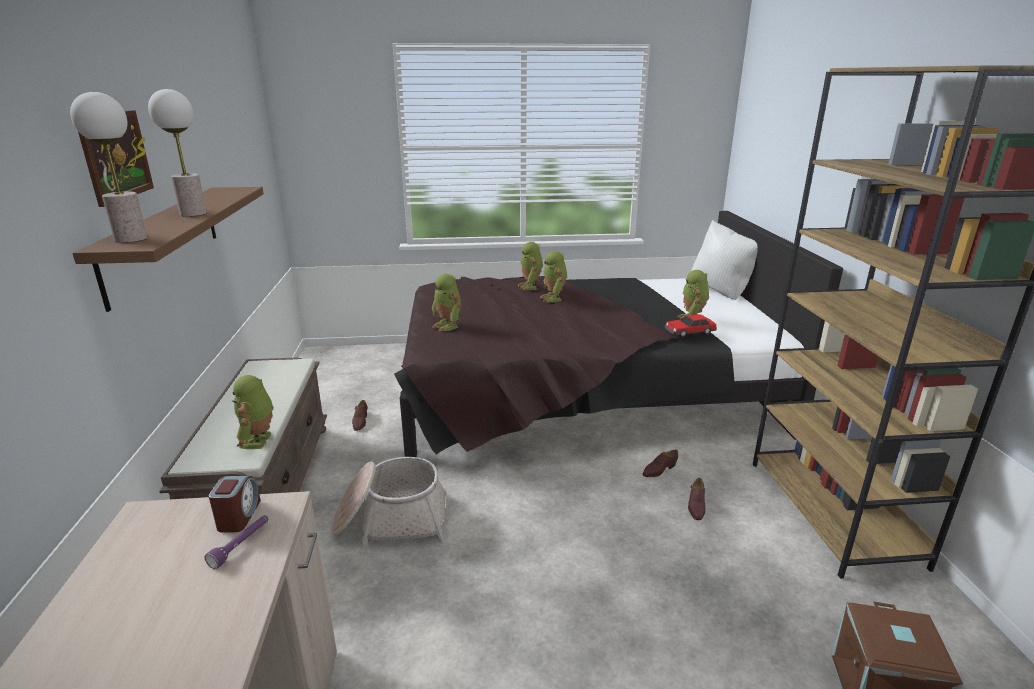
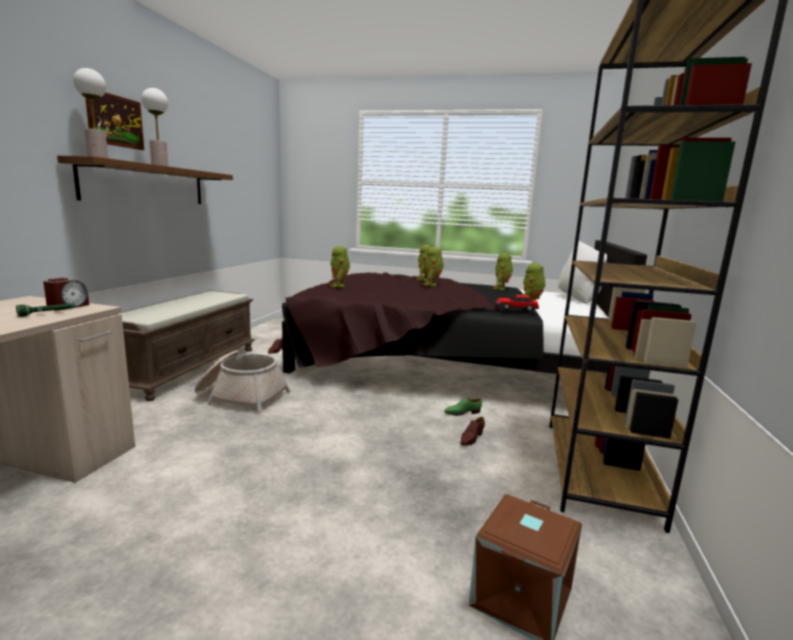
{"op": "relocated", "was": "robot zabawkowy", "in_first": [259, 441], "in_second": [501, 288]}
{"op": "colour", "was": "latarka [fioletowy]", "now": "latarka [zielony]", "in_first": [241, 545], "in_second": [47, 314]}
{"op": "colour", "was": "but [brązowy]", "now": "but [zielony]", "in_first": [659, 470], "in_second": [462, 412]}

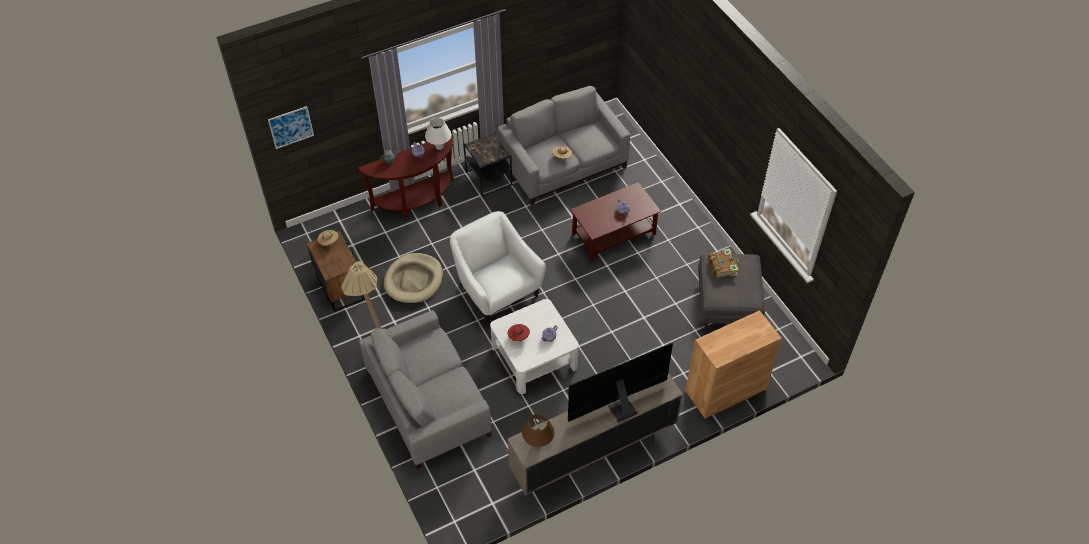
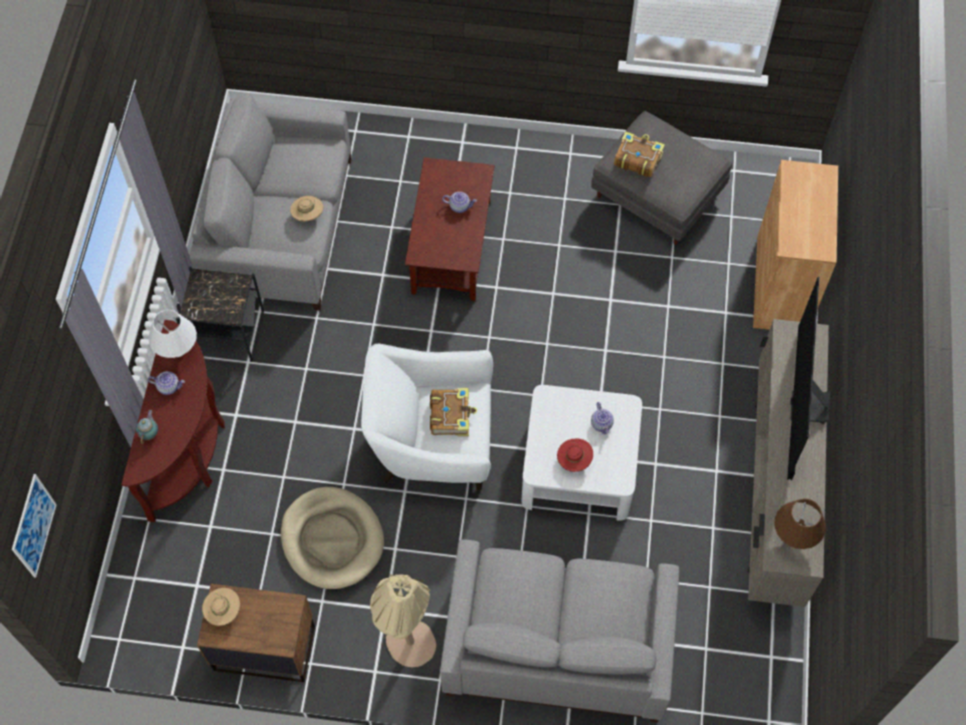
{"op": "appeared", "now": "książka", "in_second": [451, 415]}

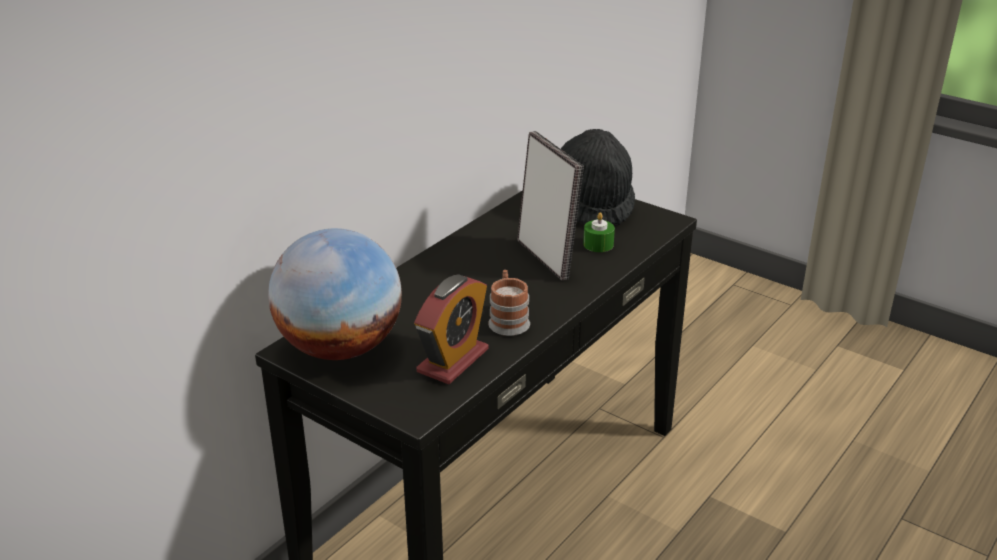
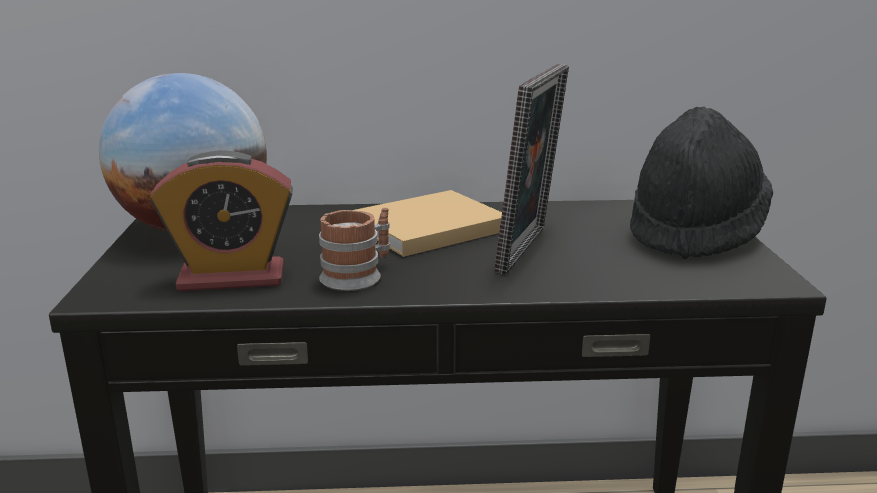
{"op": "missing", "was": "świeca [zielony]", "in_first": [598, 244]}
{"op": "appeared", "now": "książka [beżowy]", "in_second": [425, 228]}

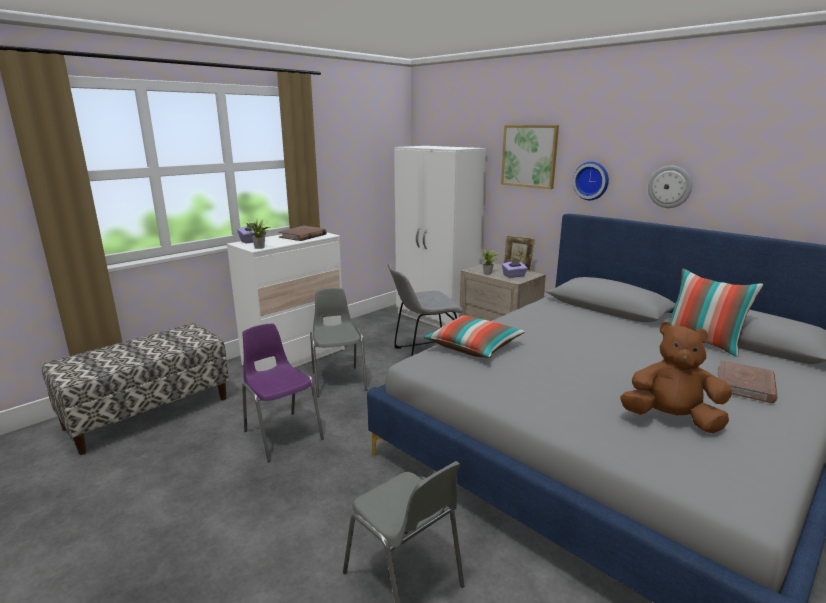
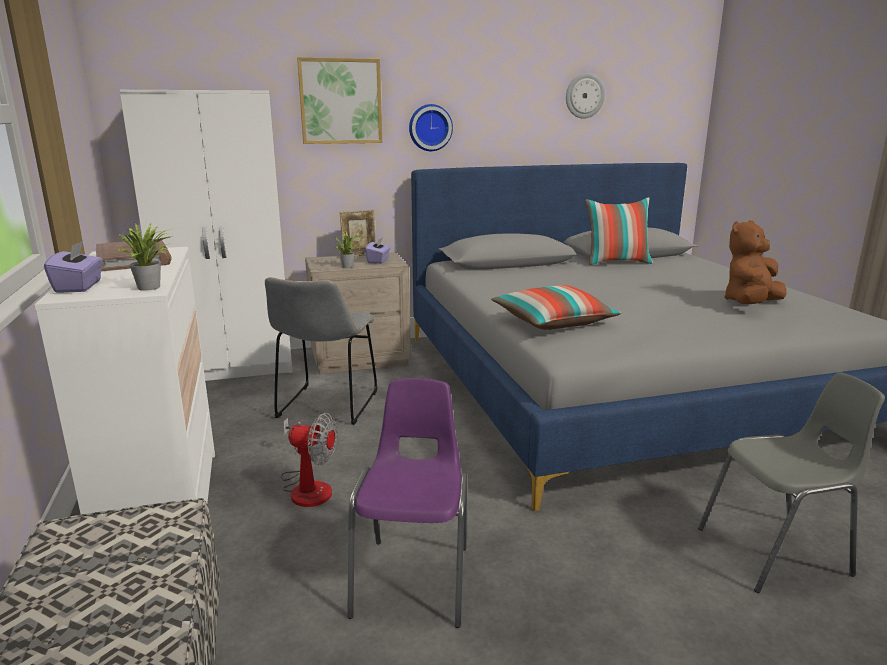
{"op": "missing", "was": "książka [brązowy]", "in_first": [745, 385]}
{"op": "relocated", "was": "zegar ścienny", "in_first": [670, 186], "in_second": [584, 96]}
{"op": "exchanged", "was": "krzesło [szary]", "now": "wentylator", "in_first": [338, 380], "in_second": [307, 487]}
{"op": "spun", "was": "krzesło [fioletowy]", "in_first": [282, 434], "in_second": [414, 578], "clockwise": 105}

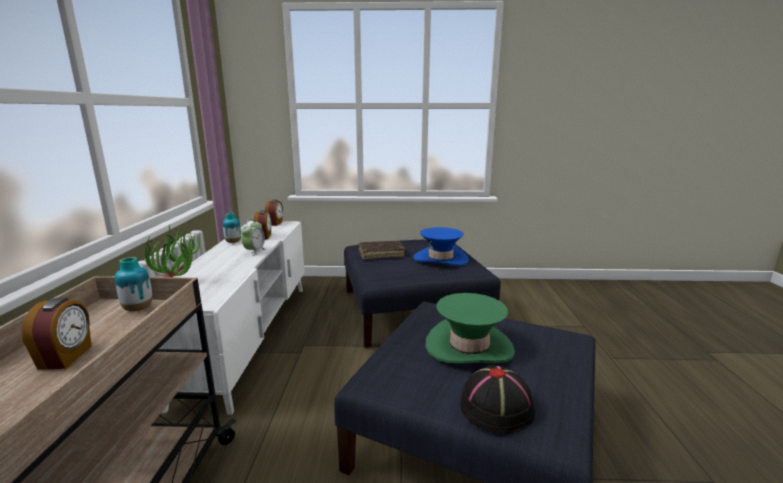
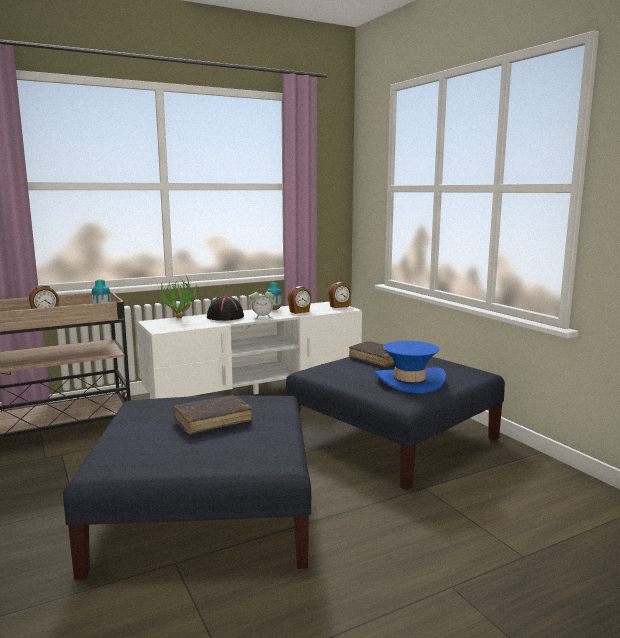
{"op": "relocated", "was": "kapelusz [czarny]", "in_first": [496, 407], "in_second": [225, 317]}
{"op": "exchanged", "was": "kapelusz [zielony]", "now": "książka [brązowy]", "in_first": [469, 346], "in_second": [212, 421]}

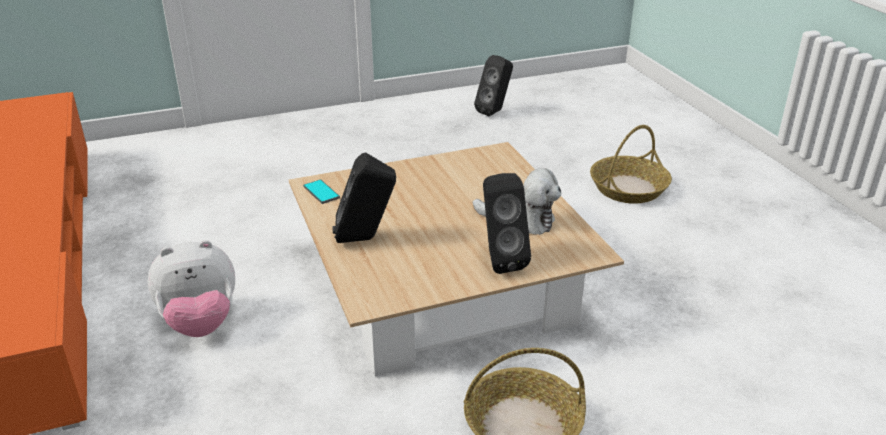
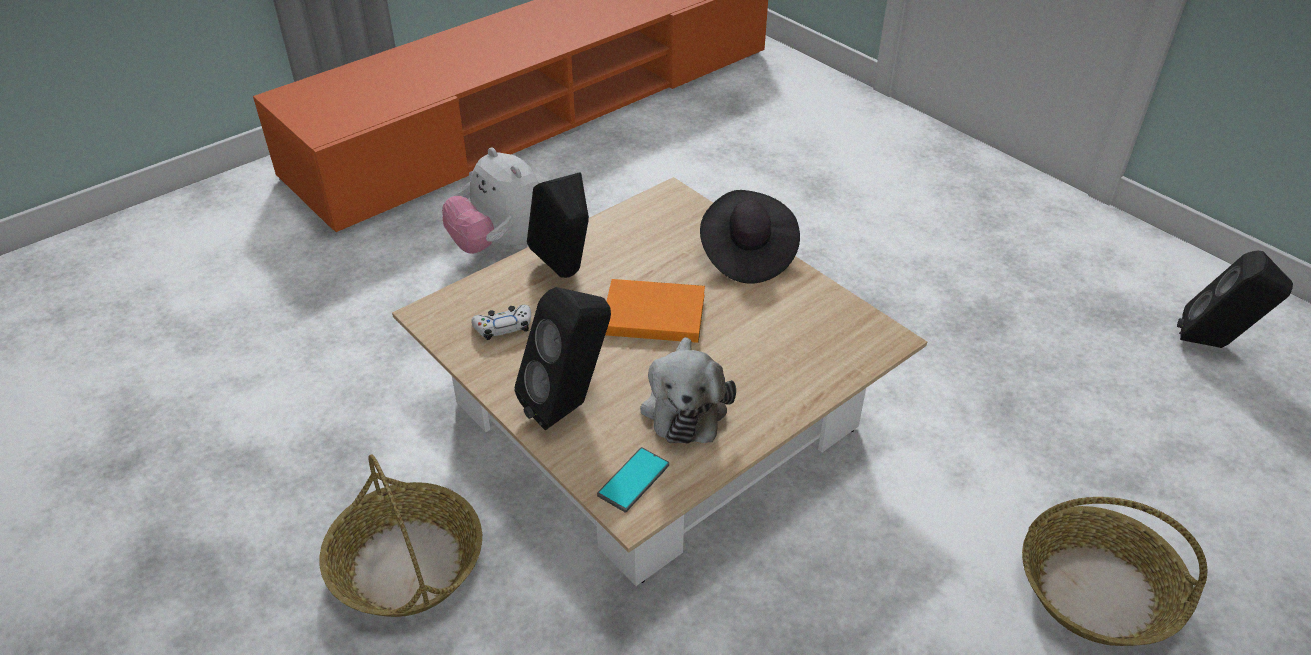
{"op": "appeared", "now": "pad do gier [biały]", "in_second": [503, 327]}
{"op": "appeared", "now": "książka [pomarańczowy]", "in_second": [651, 313]}
{"op": "appeared", "now": "kapelusz [czarny]", "in_second": [746, 255]}
{"op": "relocated", "was": "telefon", "in_first": [321, 192], "in_second": [633, 480]}

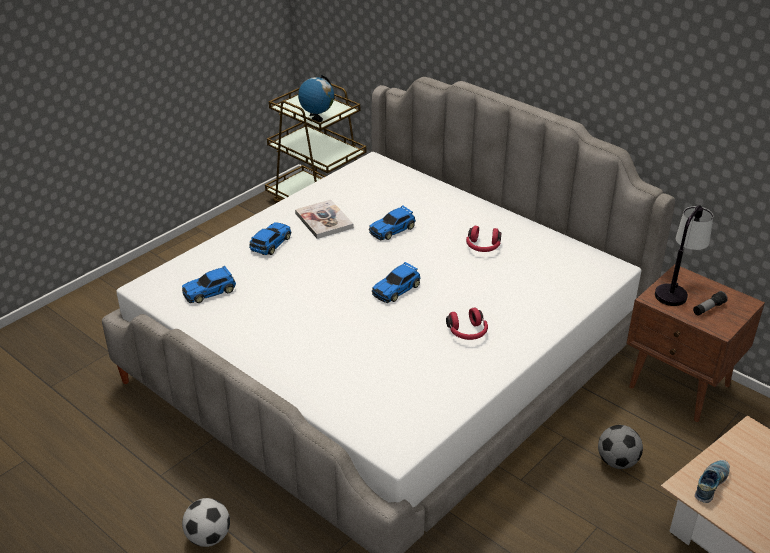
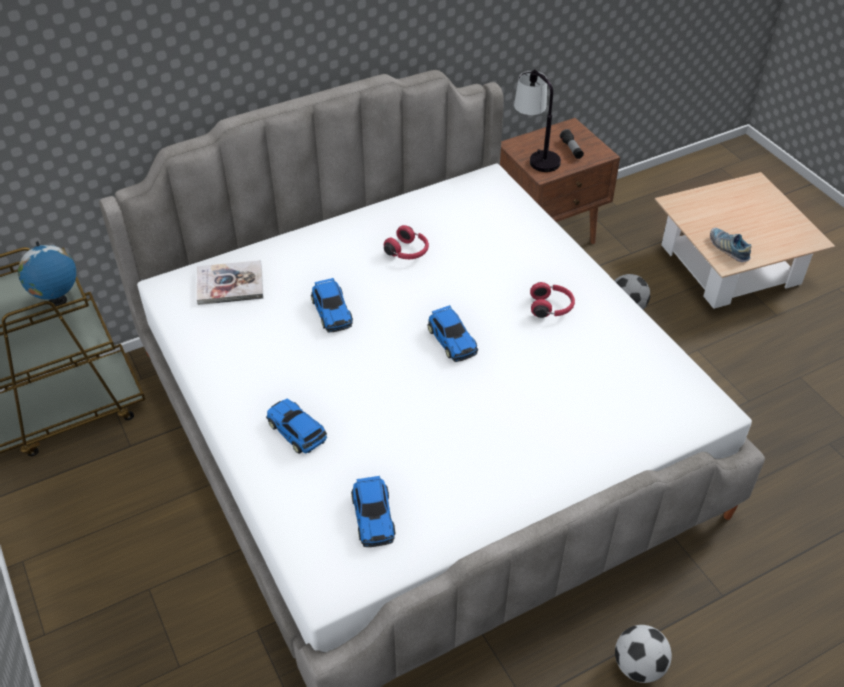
{"op": "relocated", "was": "książka", "in_first": [324, 221], "in_second": [230, 284]}

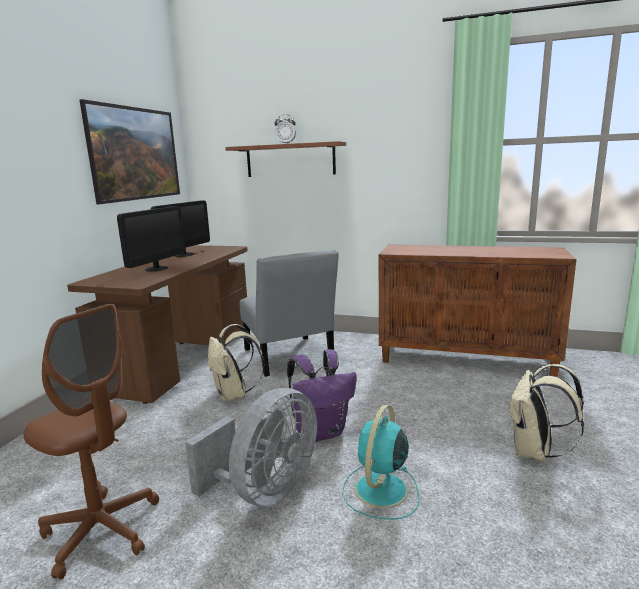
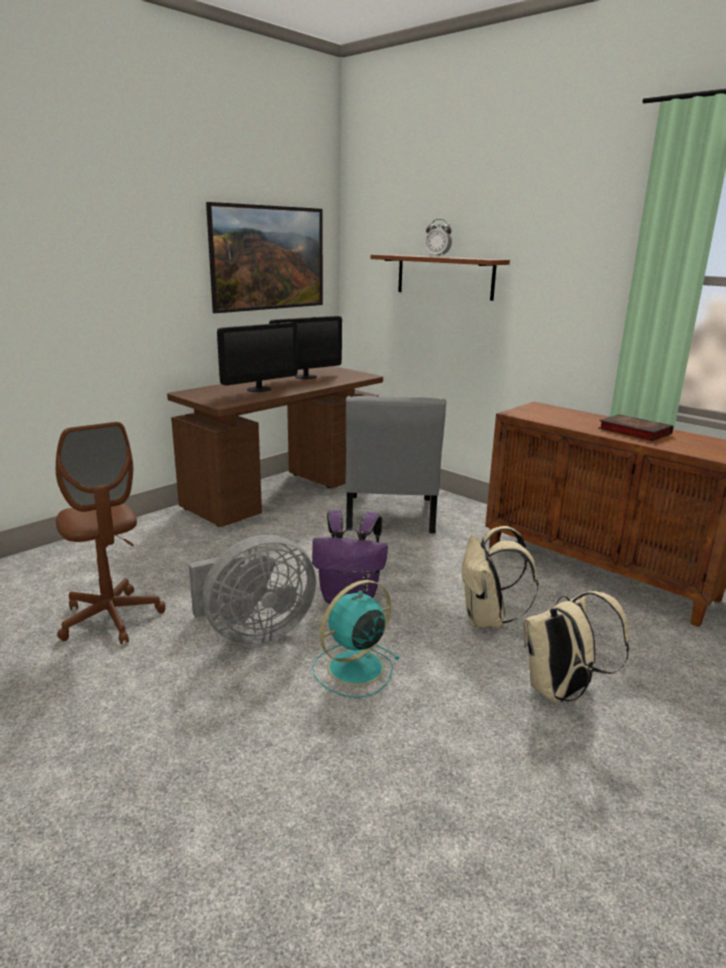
{"op": "appeared", "now": "książka", "in_second": [632, 431]}
{"op": "relocated", "was": "plecak [beżowy]", "in_first": [234, 395], "in_second": [487, 620]}

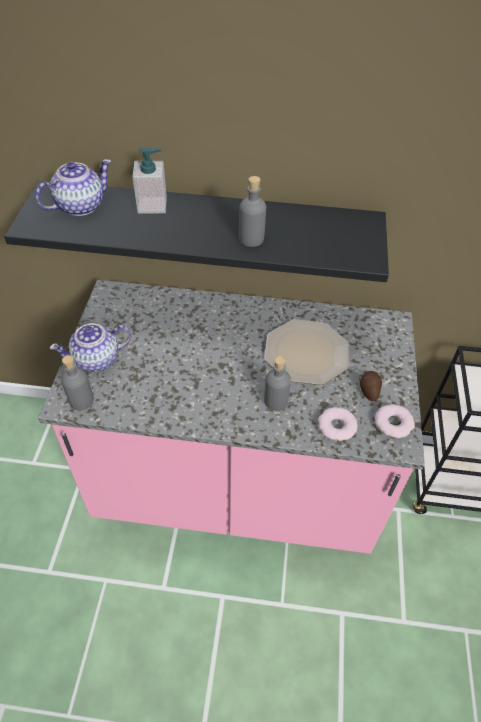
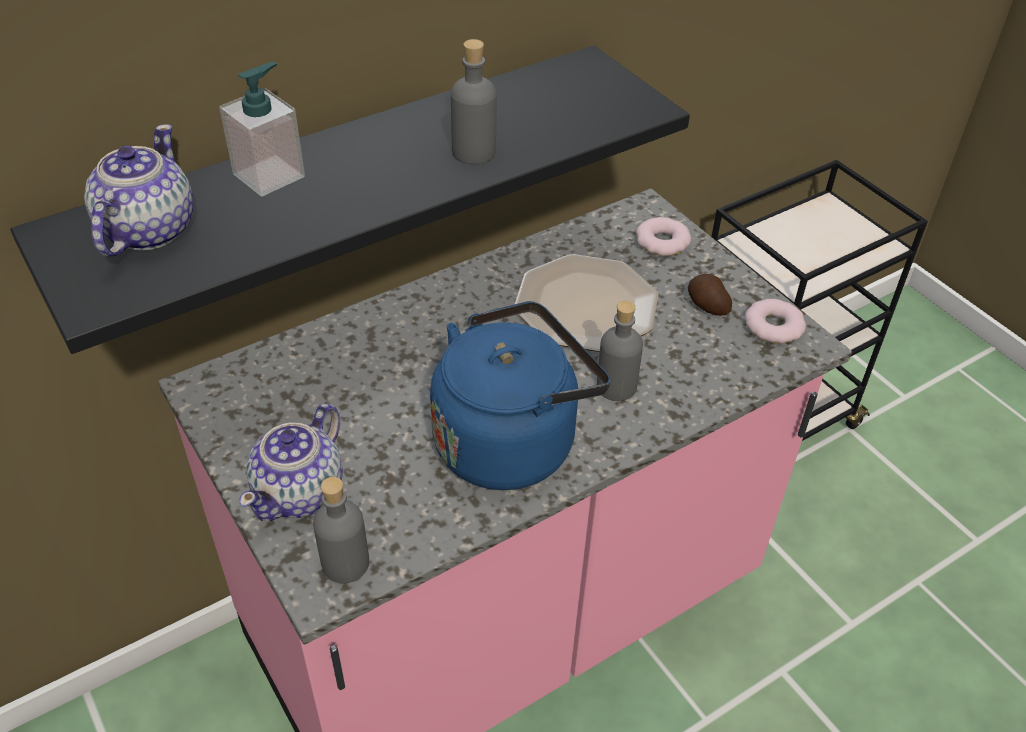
{"op": "appeared", "now": "czajnik [niebieski]", "in_second": [511, 441]}
{"op": "relocated", "was": "donut", "in_first": [336, 426], "in_second": [662, 242]}

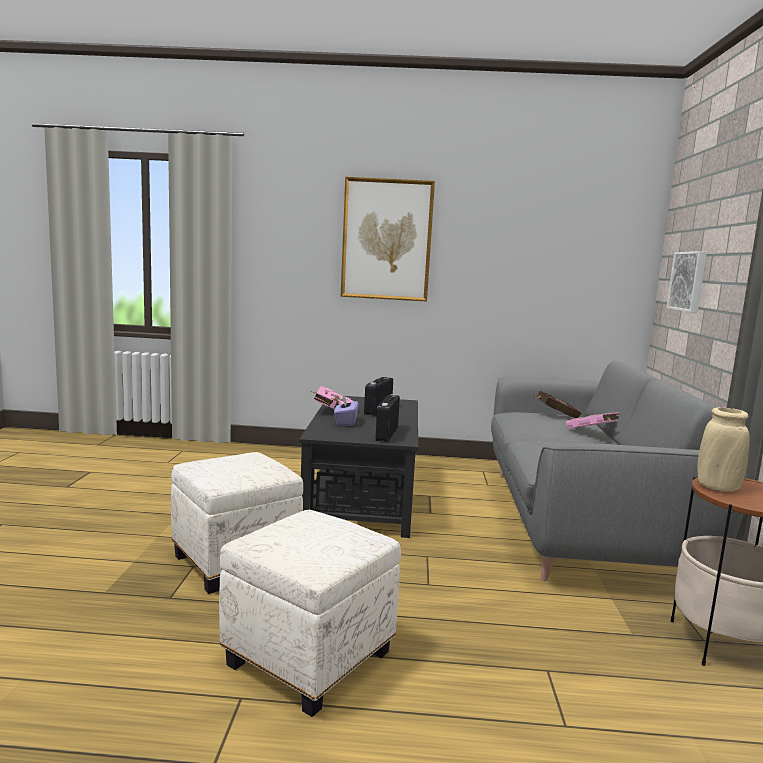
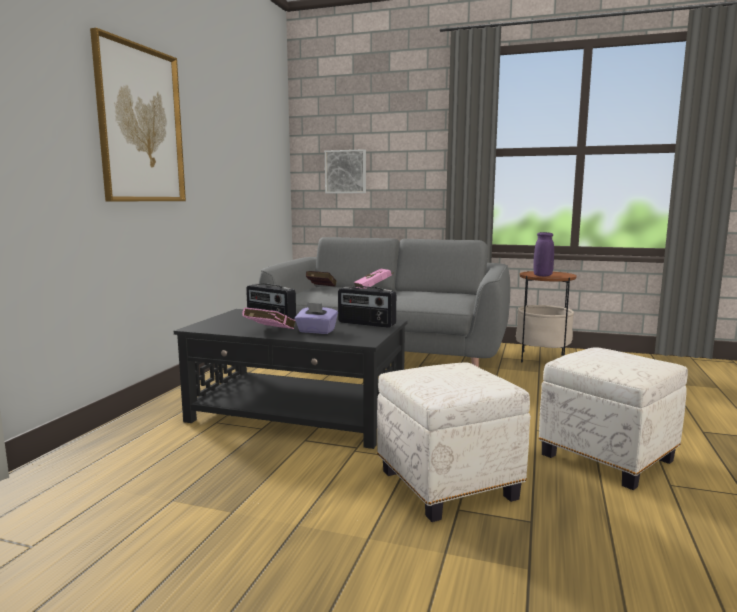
{"op": "colour", "was": "wazon [beżowy]", "now": "wazon [fioletowy]", "in_first": [717, 487], "in_second": [543, 275]}

